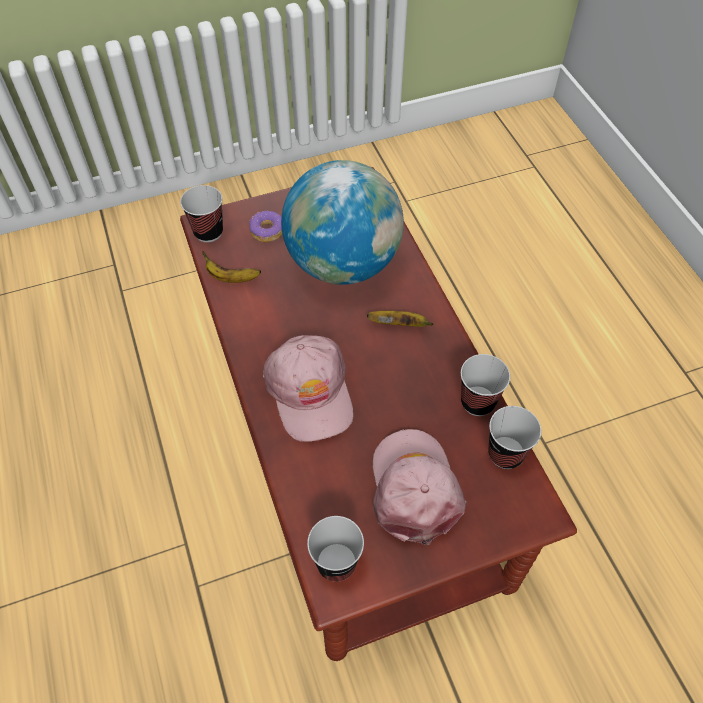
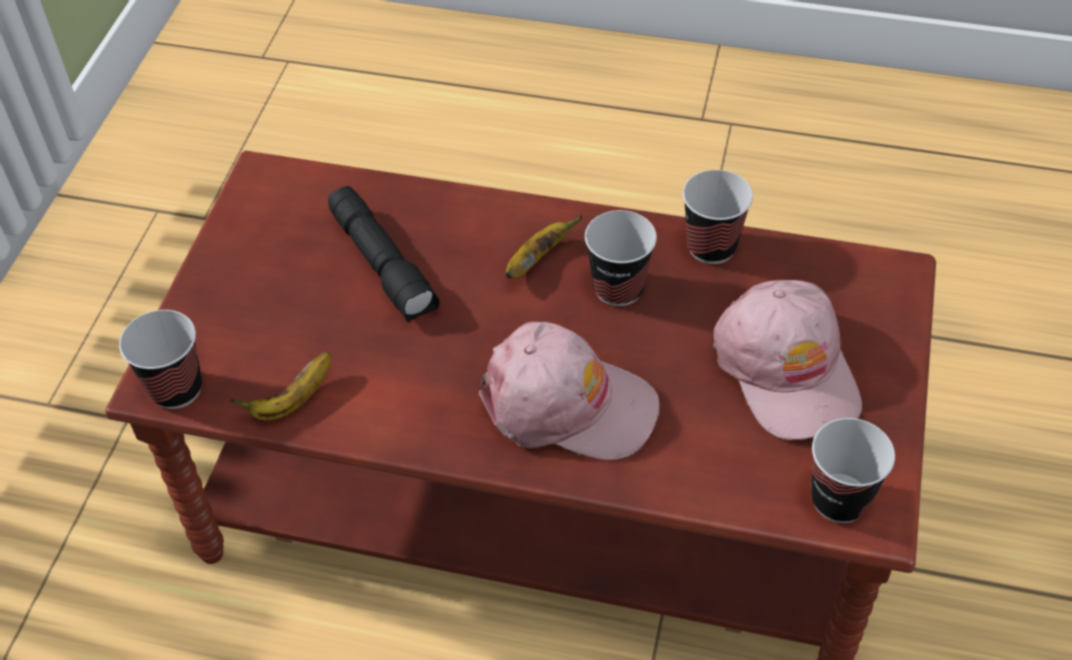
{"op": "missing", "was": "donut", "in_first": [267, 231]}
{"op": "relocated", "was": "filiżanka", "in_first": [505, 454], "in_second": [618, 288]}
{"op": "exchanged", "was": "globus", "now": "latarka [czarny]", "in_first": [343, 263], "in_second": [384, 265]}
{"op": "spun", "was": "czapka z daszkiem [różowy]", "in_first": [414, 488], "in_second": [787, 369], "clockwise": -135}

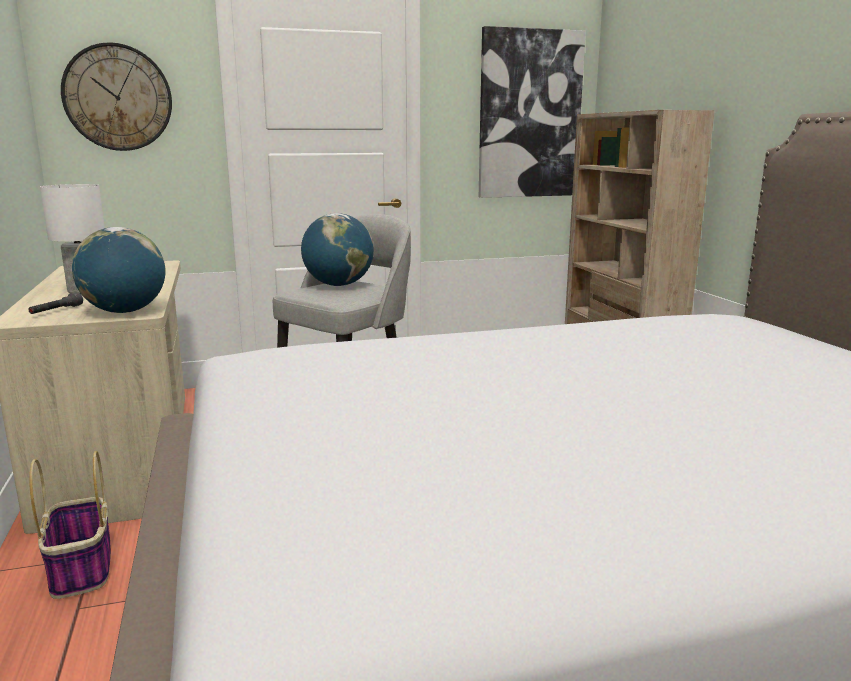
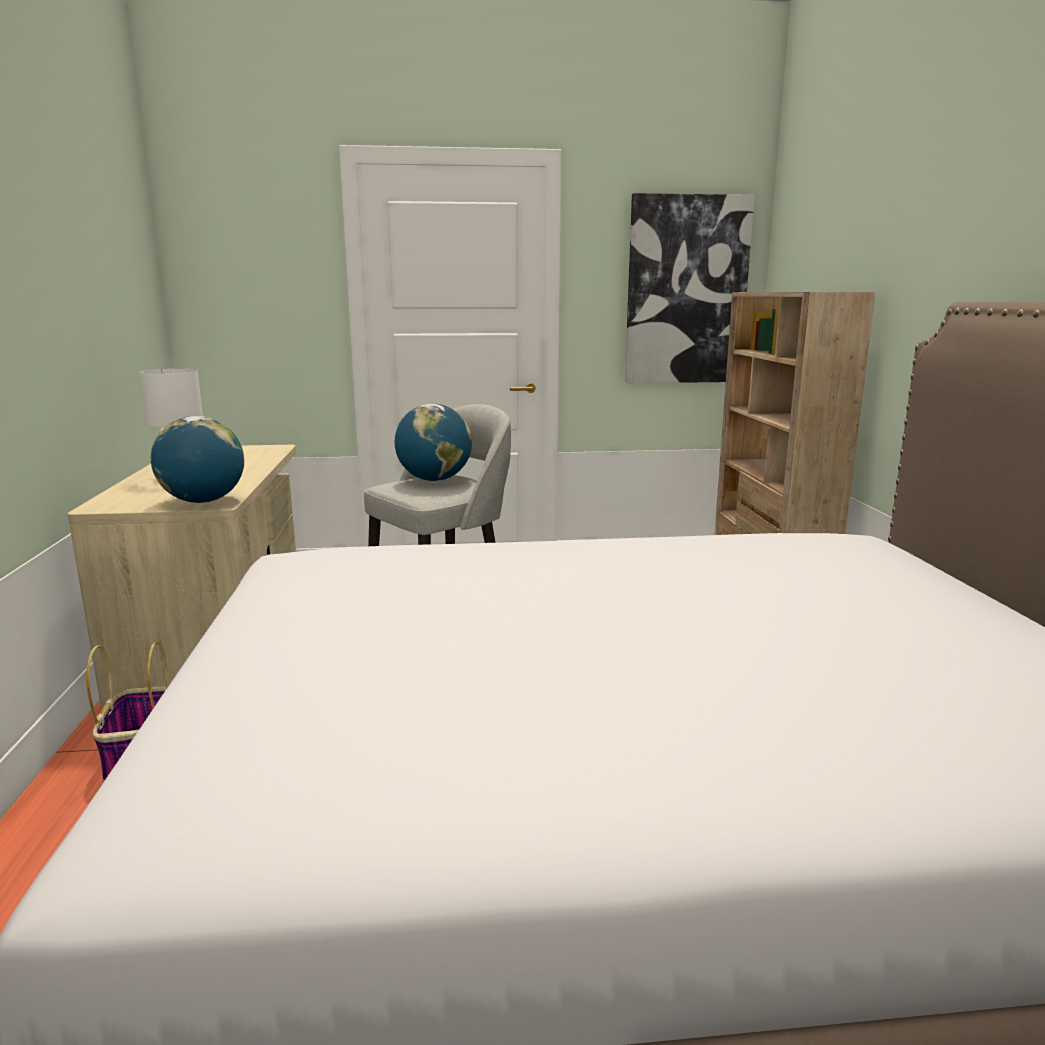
{"op": "missing", "was": "latarka [szary]", "in_first": [56, 311]}
{"op": "missing", "was": "zegar ścienny", "in_first": [118, 98]}

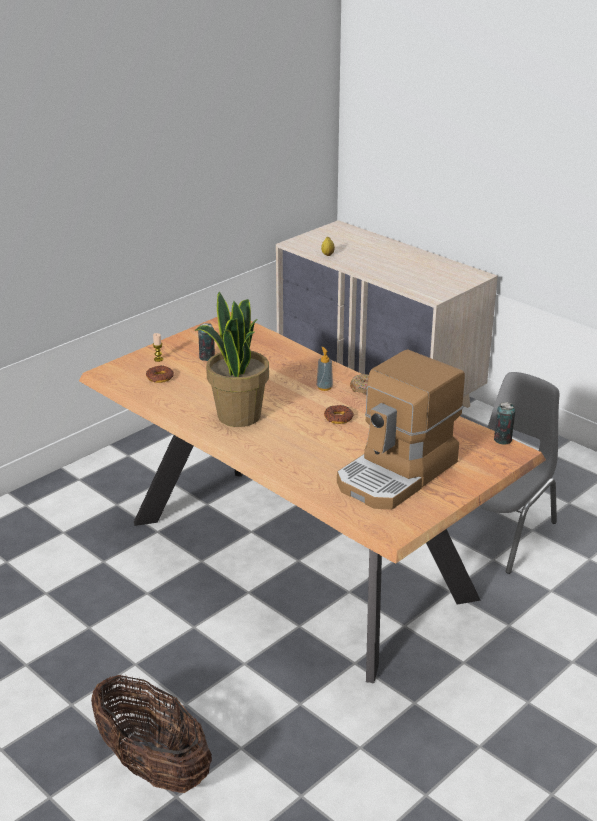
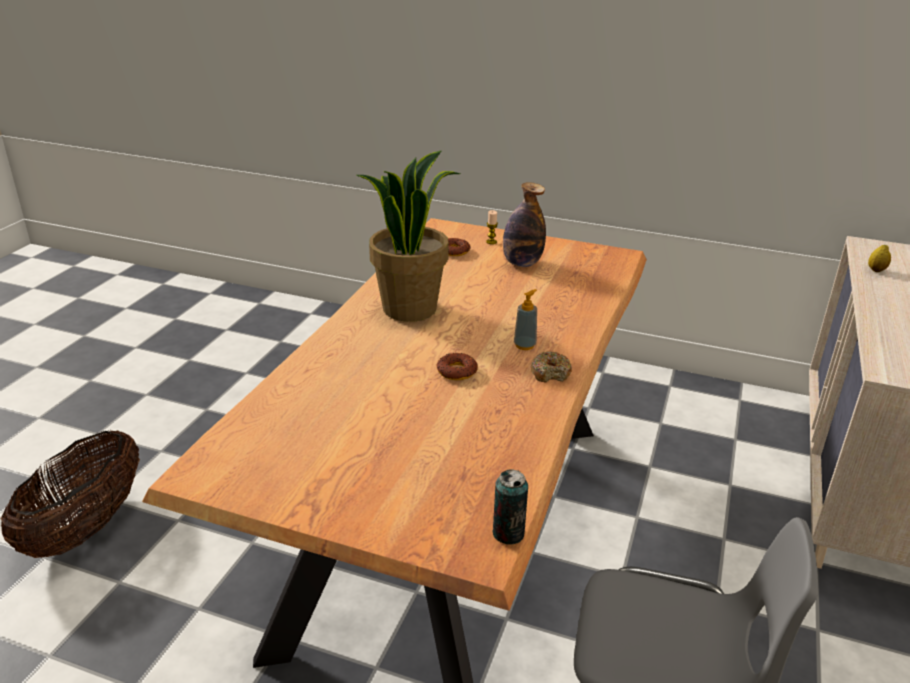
{"op": "missing", "was": "ekspres do kawy", "in_first": [397, 474]}
{"op": "exchanged", "was": "puszka", "now": "butelka", "in_first": [207, 357], "in_second": [522, 263]}

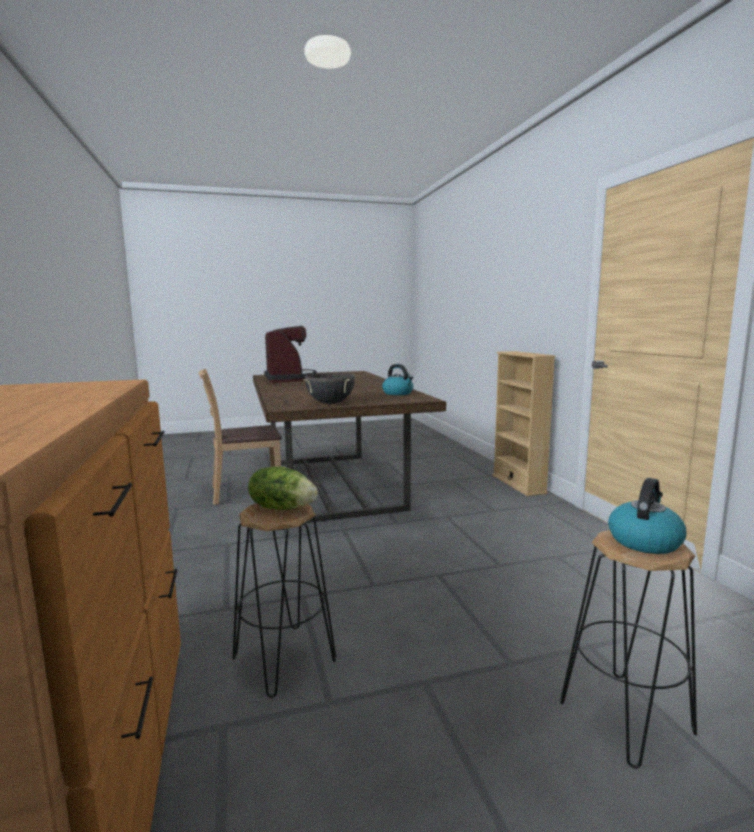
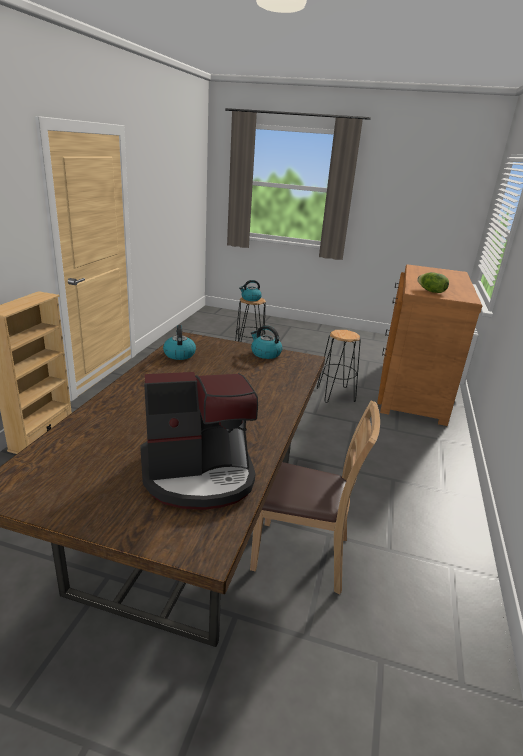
{"op": "relocated", "was": "sałata", "in_first": [282, 508], "in_second": [431, 291]}
{"op": "exchanged", "was": "garnek [czarny]", "now": "czajnik", "in_first": [330, 403], "in_second": [265, 353]}
{"op": "spun", "was": "ekspres do kawy", "in_first": [289, 379], "in_second": [199, 474], "clockwise": -120}

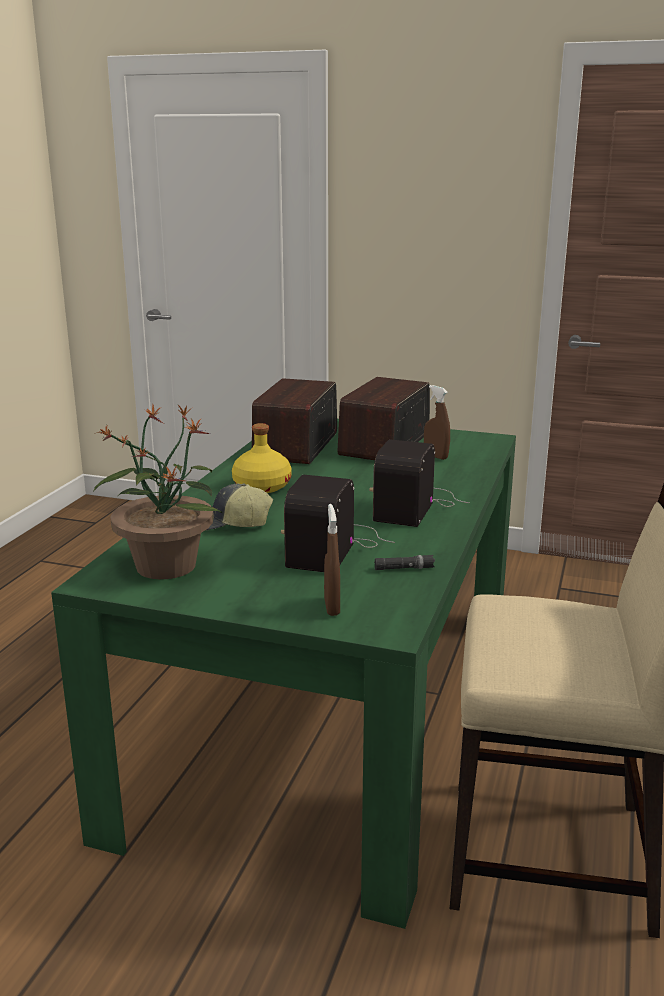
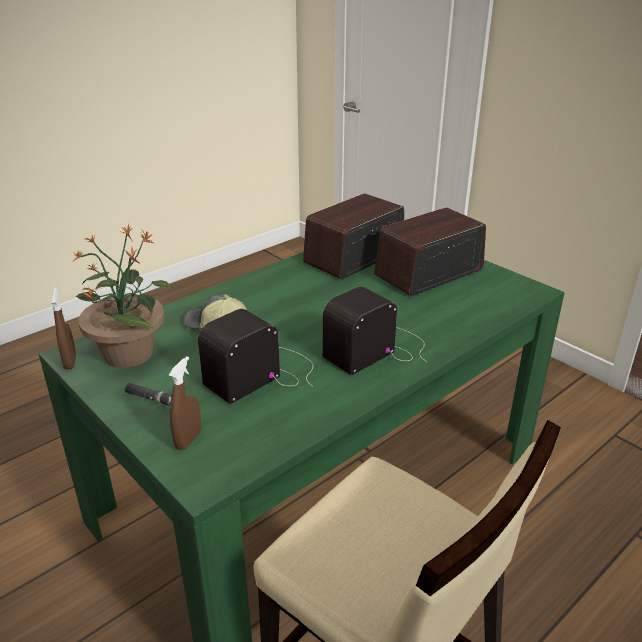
{"op": "missing", "was": "butelka [żółty]", "in_first": [261, 486]}
{"op": "relocated", "was": "latarka [czarny]", "in_first": [404, 568], "in_second": [150, 398]}
{"op": "relocated", "was": "spryskiwacz [brązowy]", "in_first": [435, 456], "in_second": [70, 362]}

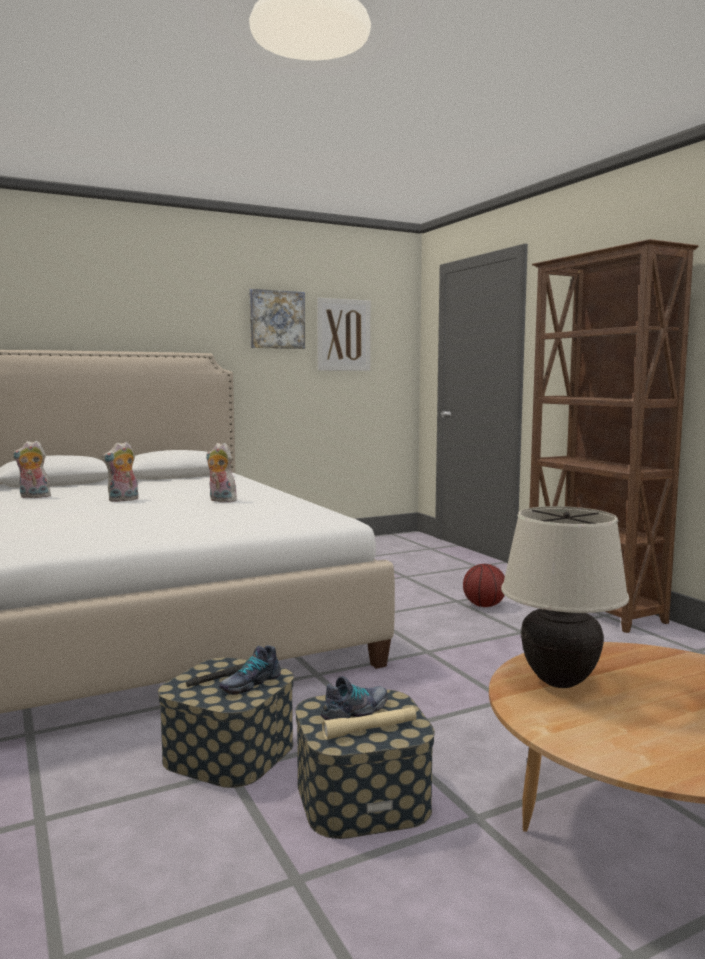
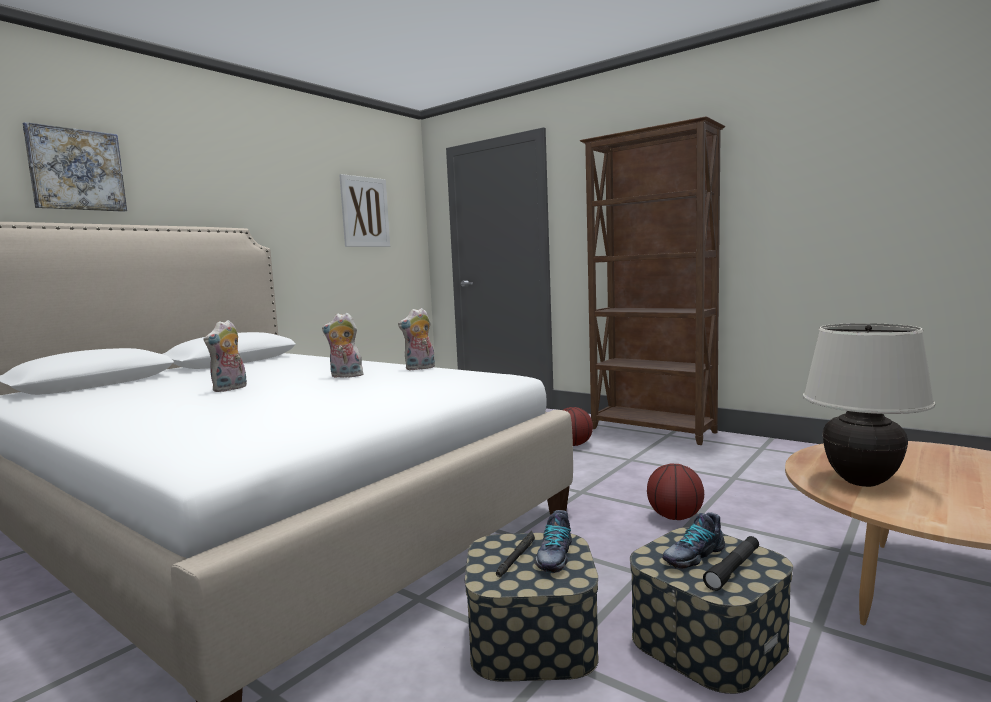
{"op": "appeared", "now": "piłka do koszykówki", "in_second": [675, 517]}
{"op": "relocated", "was": "pluszak", "in_first": [33, 497], "in_second": [420, 368]}
{"op": "relocated", "was": "obraz", "in_first": [276, 319], "in_second": [76, 170]}
{"op": "colour", "was": "latarka [beżowy]", "now": "latarka [czarny]", "in_first": [370, 730], "in_second": [733, 569]}
{"op": "spun", "was": "but", "in_first": [356, 711], "in_second": [692, 555], "clockwise": -150}

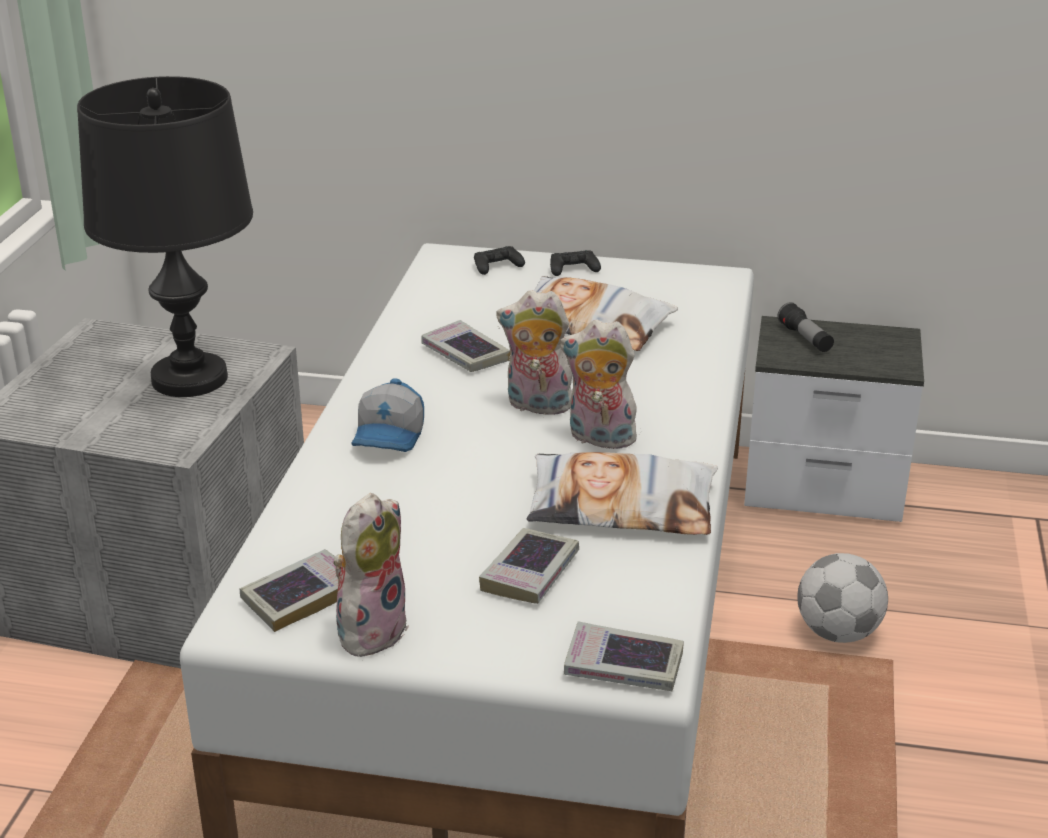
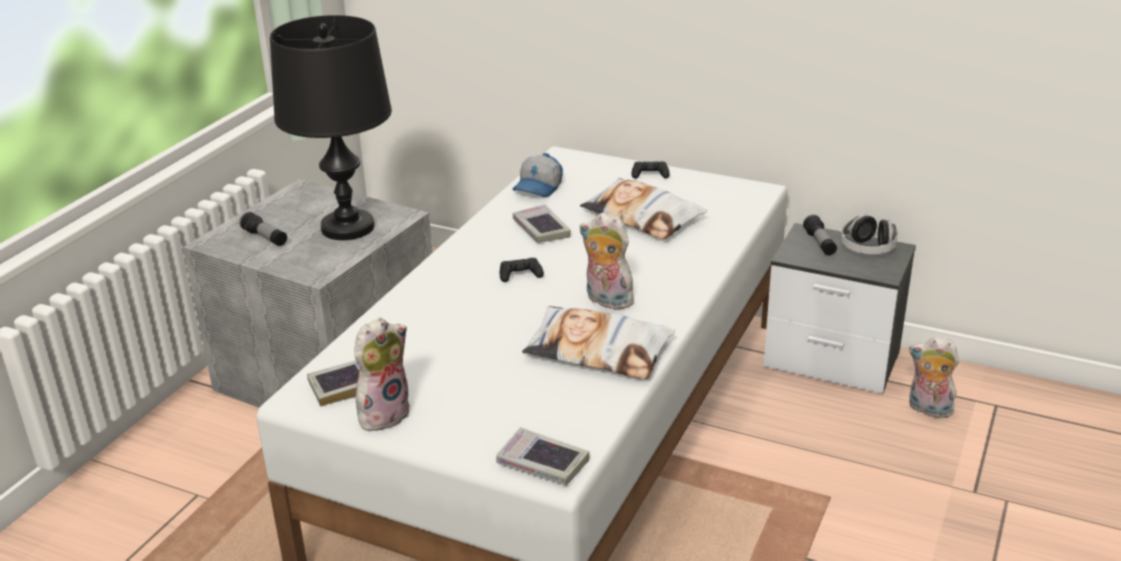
{"op": "missing", "was": "książka", "in_first": [530, 573]}
{"op": "missing", "was": "piłka futbolowa", "in_first": [838, 632]}
{"op": "appeared", "now": "latarka", "in_second": [265, 238]}
{"op": "appeared", "now": "słuchawki", "in_second": [867, 249]}
{"op": "relocated", "was": "czapka z daszkiem", "in_first": [390, 435], "in_second": [539, 188]}
{"op": "relocated", "was": "pad do gier [czarny]", "in_first": [497, 266], "in_second": [520, 275]}
{"op": "relocated", "was": "pluszak", "in_first": [536, 406], "in_second": [928, 410]}

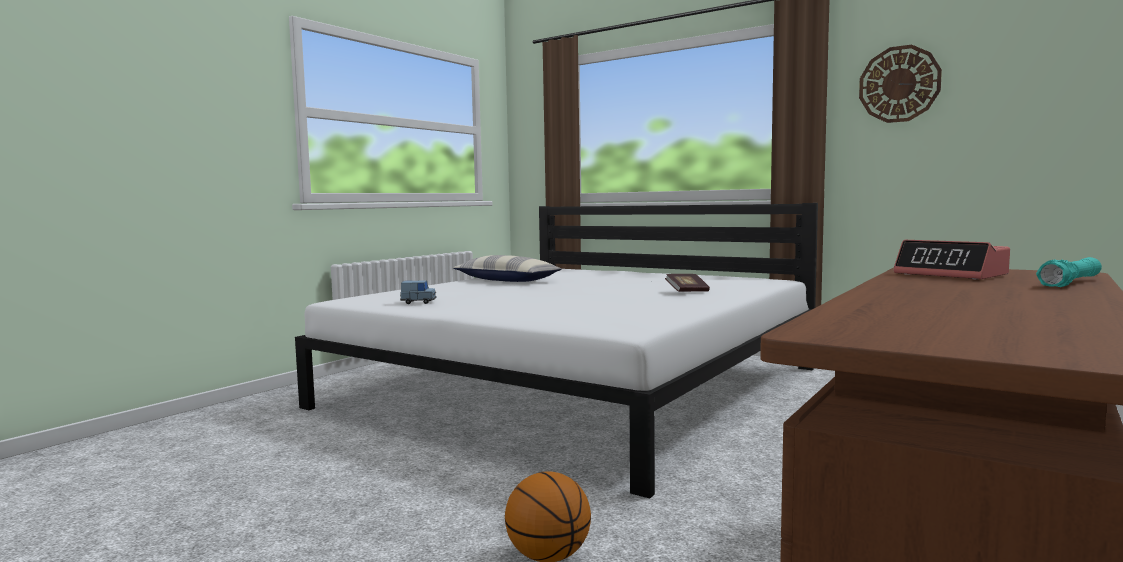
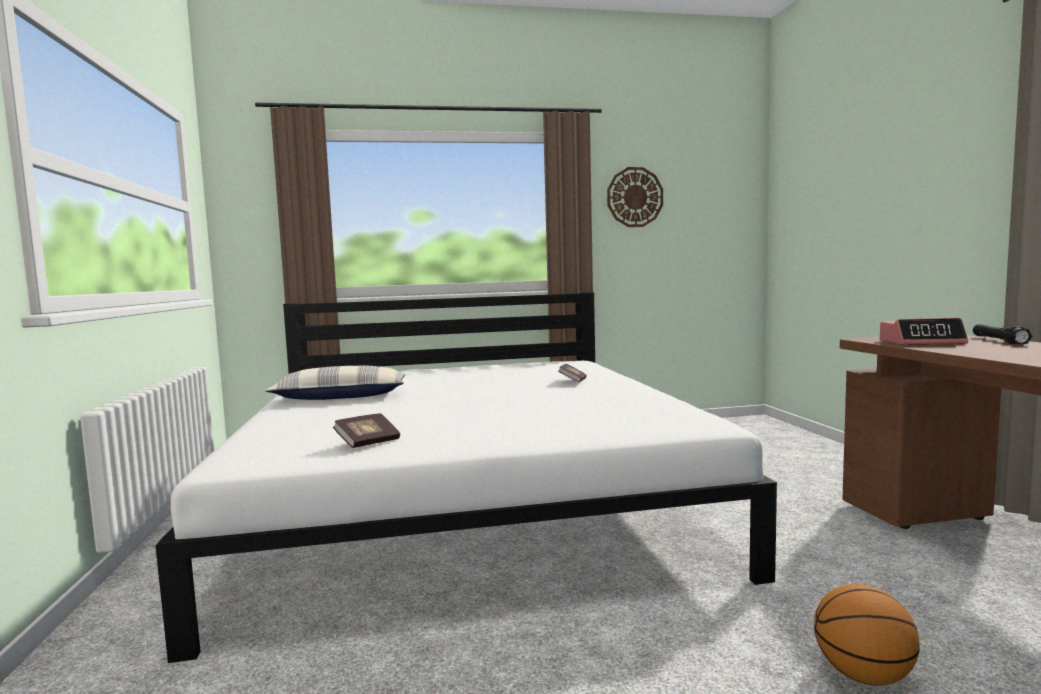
{"op": "exchanged", "was": "samochodzik [niebieski]", "now": "książka", "in_first": [418, 302], "in_second": [368, 443]}
{"op": "colour", "was": "latarka [turkusowy]", "now": "latarka [czarny]", "in_first": [1070, 283], "in_second": [999, 341]}

